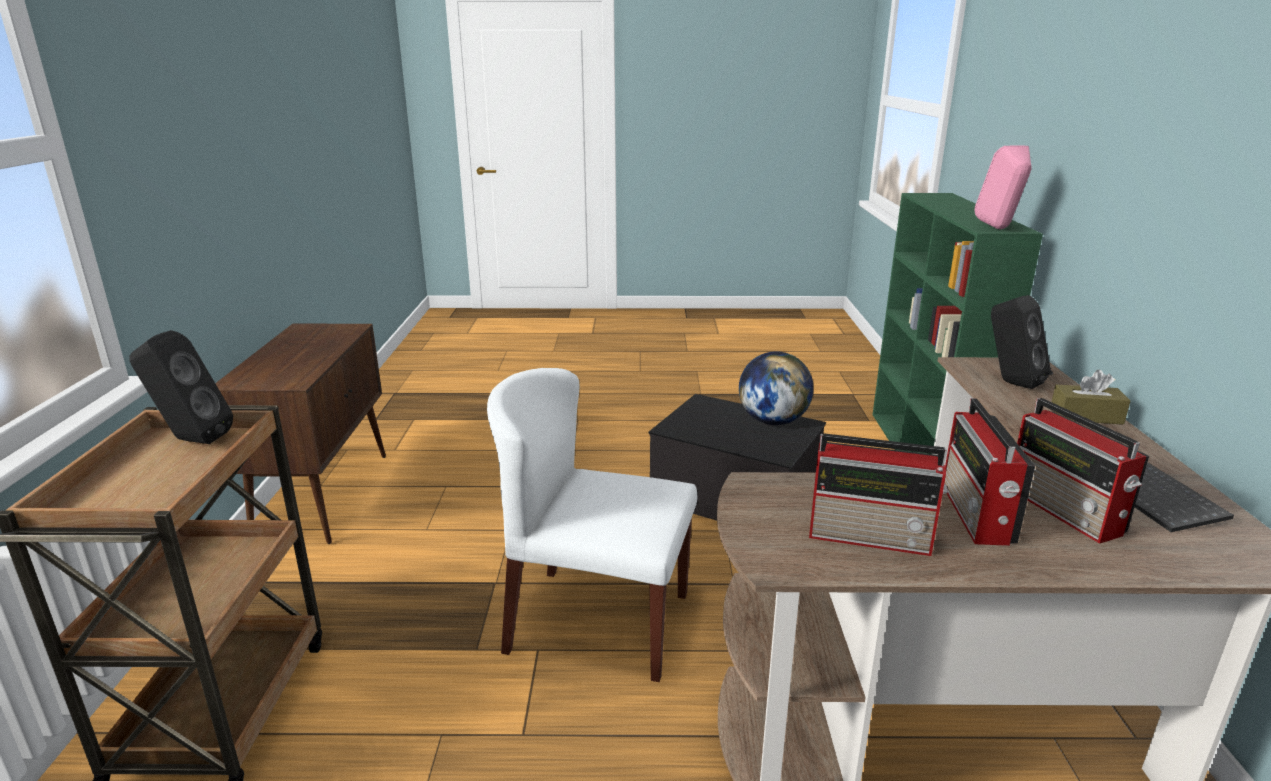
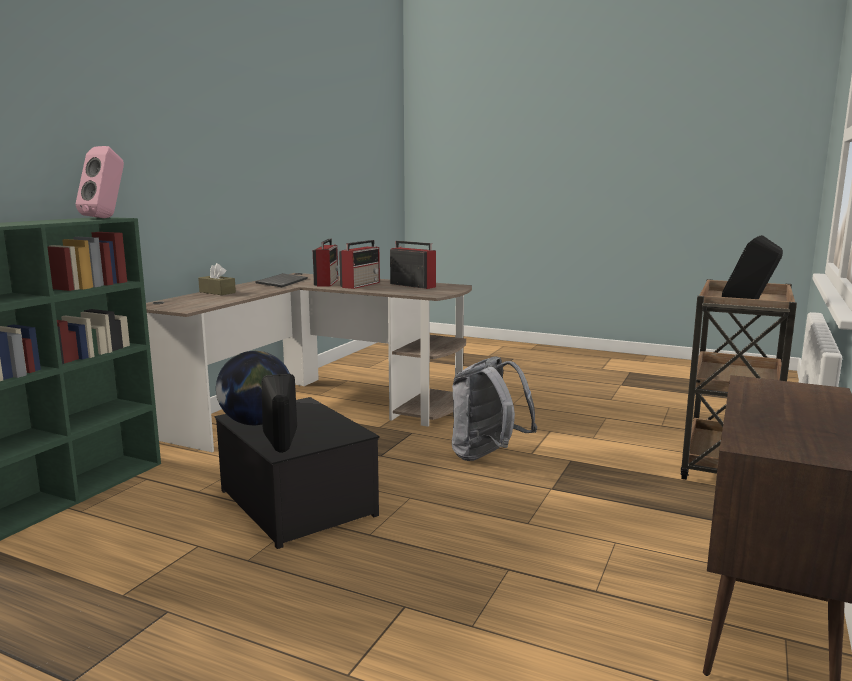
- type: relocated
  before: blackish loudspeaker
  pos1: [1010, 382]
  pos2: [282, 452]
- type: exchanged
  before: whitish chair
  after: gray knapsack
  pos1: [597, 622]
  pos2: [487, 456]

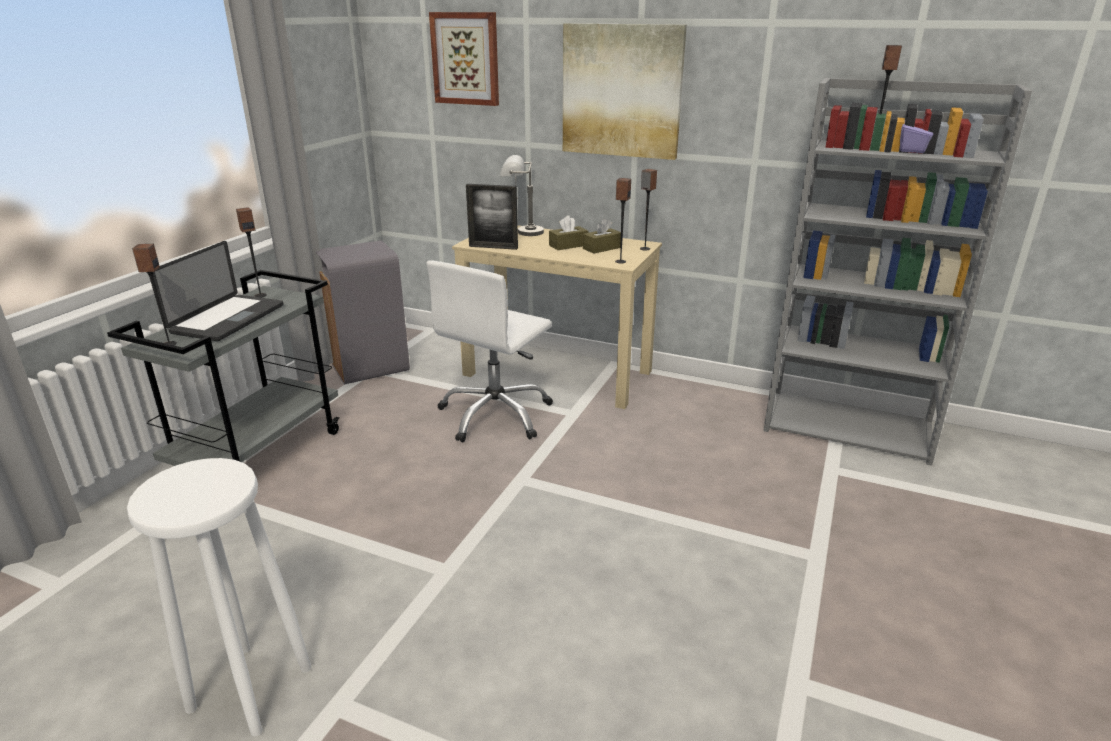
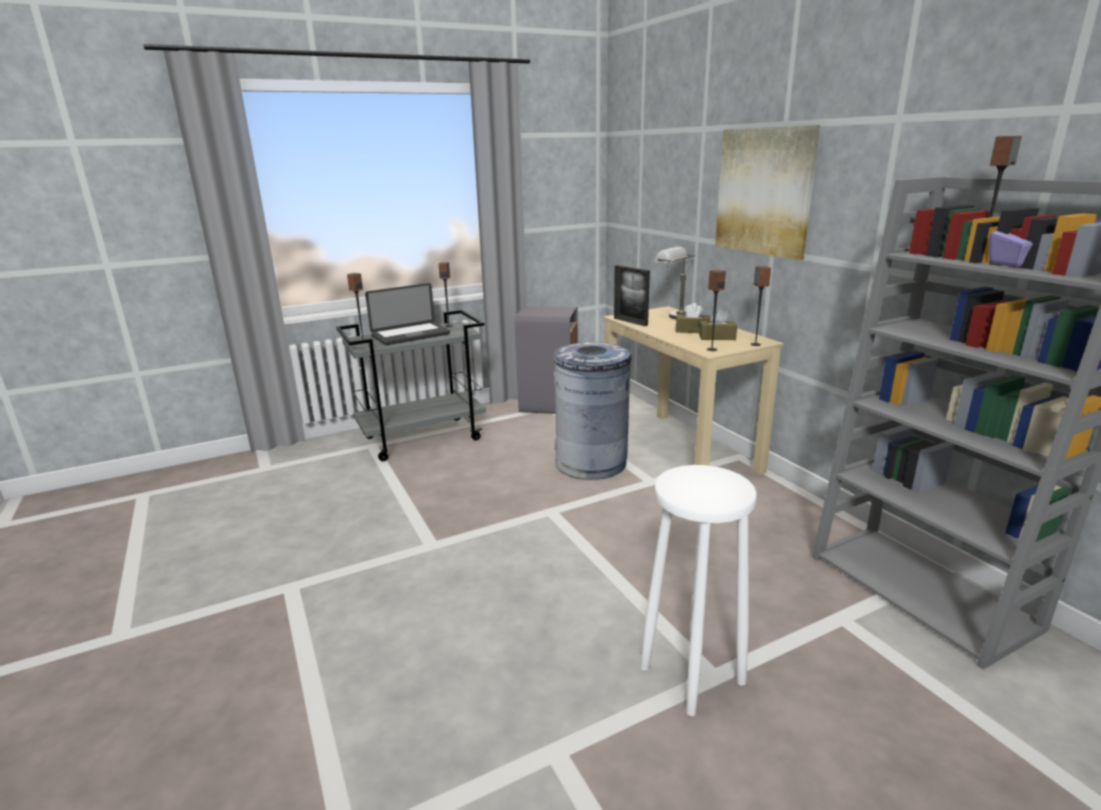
- type: missing
  before: wall picture
  pos1: [466, 59]
- type: relocated
  before: whitish sitting stool
  pos1: [249, 689]
  pos2: [691, 675]
- type: exchanged
  before: whitish office chair
  after: gray trash can
  pos1: [496, 415]
  pos2: [591, 463]

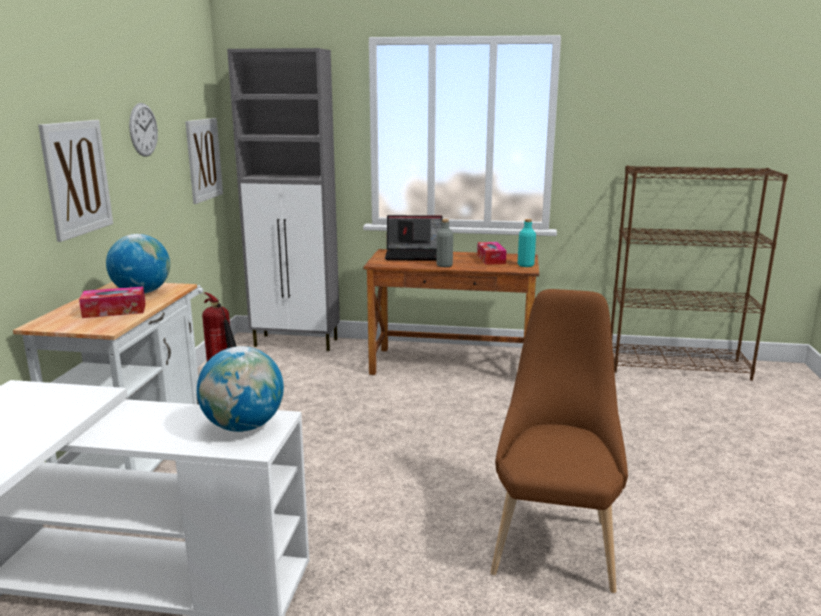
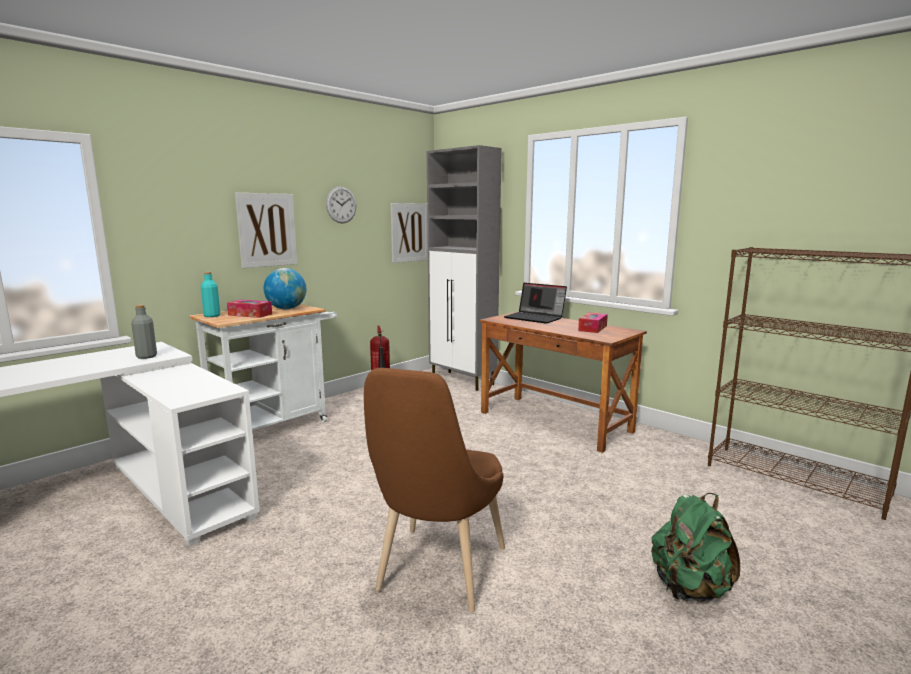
- type: missing
  before: world globe
  pos1: [244, 426]
- type: appeared
  after: greenish knapsack
  pos2: [689, 589]
- type: relocated
  before: gray drink bottle
  pos1: [444, 265]
  pos2: [146, 356]
- type: relocated
  before: turquoise-coloured drink bottle
  pos1: [525, 265]
  pos2: [212, 316]
- type: spun
  before: brown chair
  pos1: [554, 541]
  pos2: [437, 574]
  turn: 150

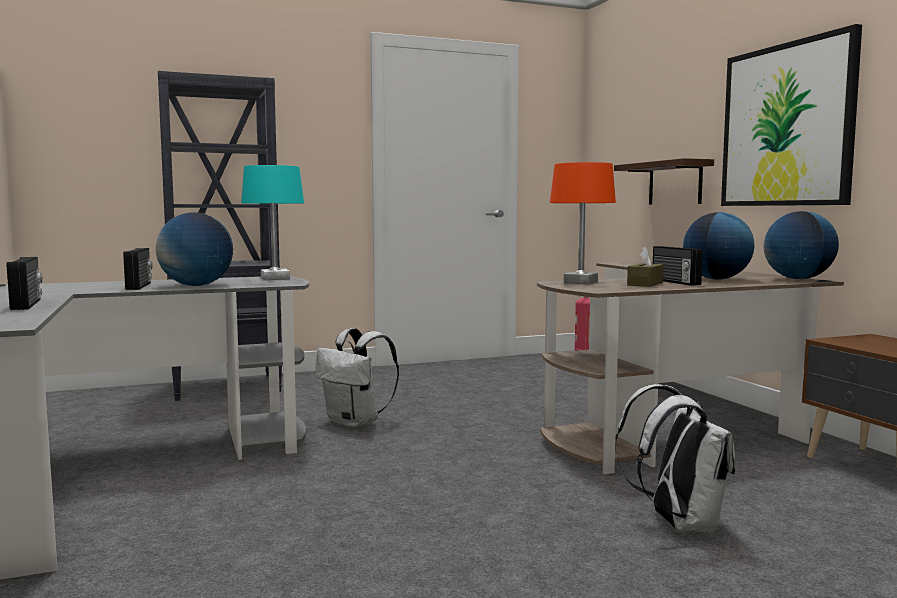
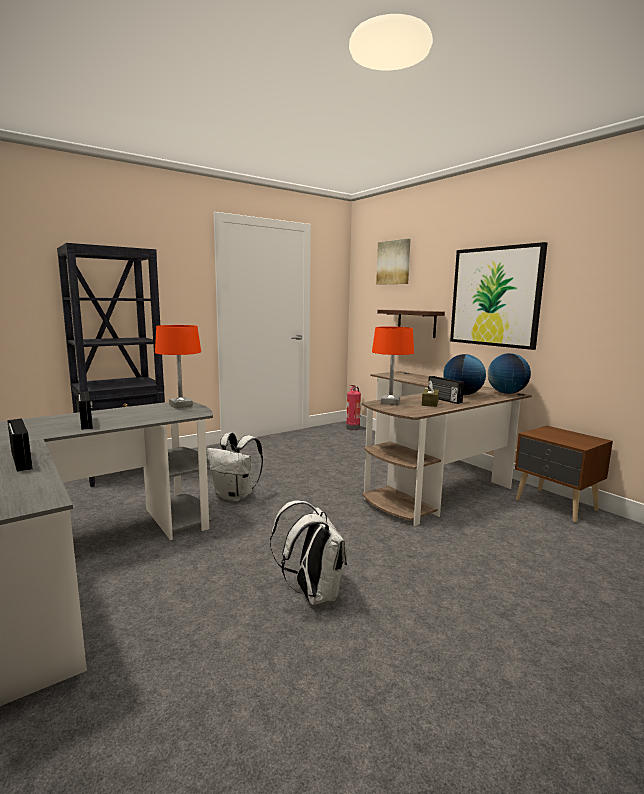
- type: missing
  before: world globe
  pos1: [196, 285]
- type: appeared
  after: wall picture
  pos2: [394, 262]
- type: relocated
  before: whitish knapsack
  pos1: [677, 523]
  pos2: [312, 593]
- type: colour
  before: turquoise-coloured lamp for a table
  after: orange lamp for a table
  pos1: [274, 278]
  pos2: [180, 405]

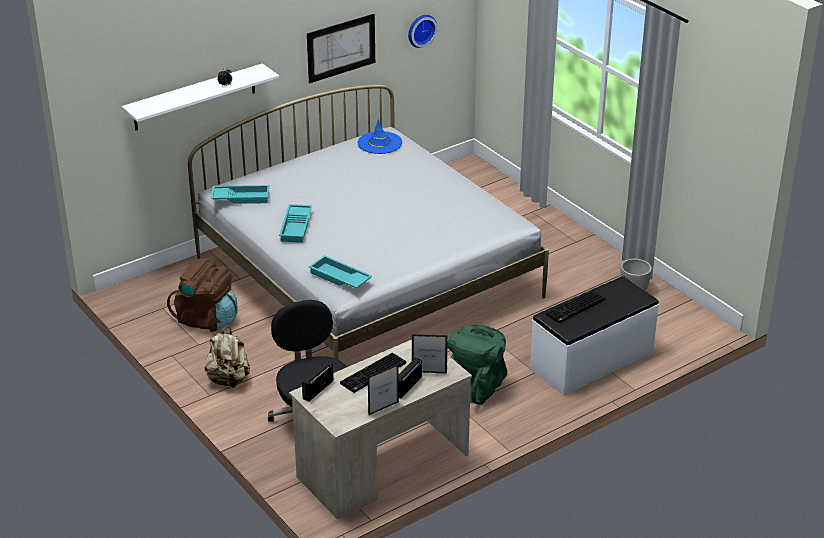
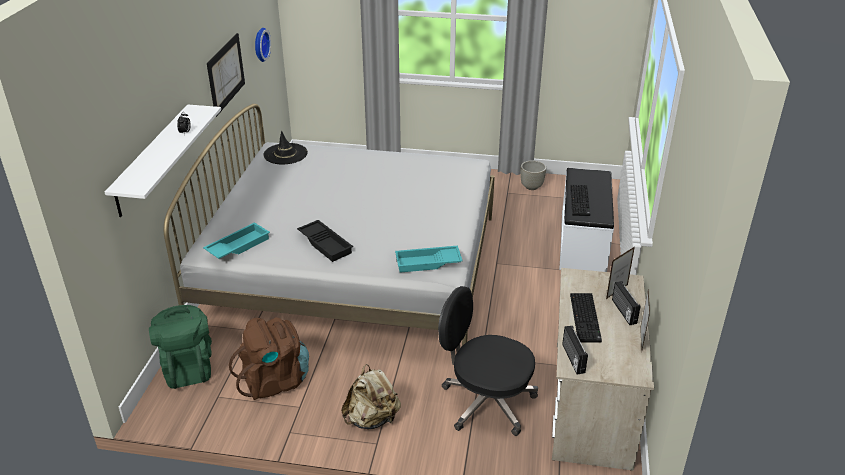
- type: relocated
  before: greenish knapsack
  pos1: [476, 386]
  pos2: [188, 368]
- type: colour
  before: turquoise-coloured tray
  after: blackish tray
  pos1: [297, 227]
  pos2: [326, 244]
- type: colour
  before: bluish wearable hat
  after: blackish wearable hat
  pos1: [380, 143]
  pos2: [285, 154]

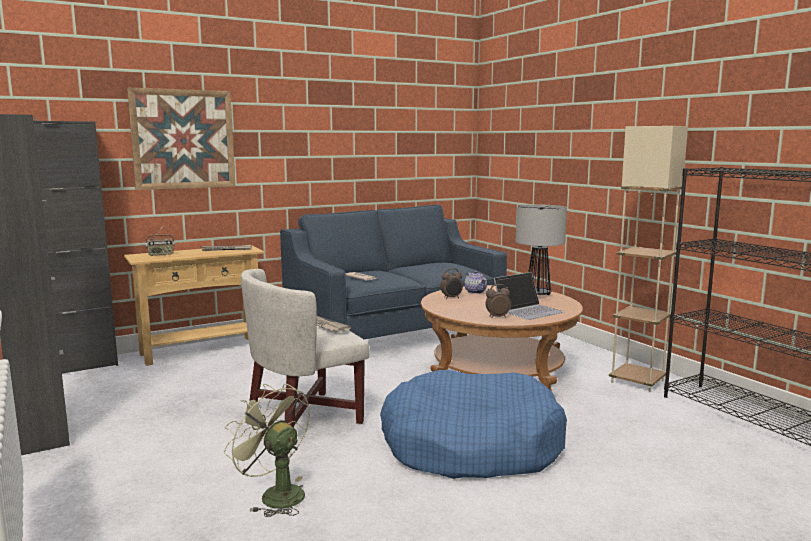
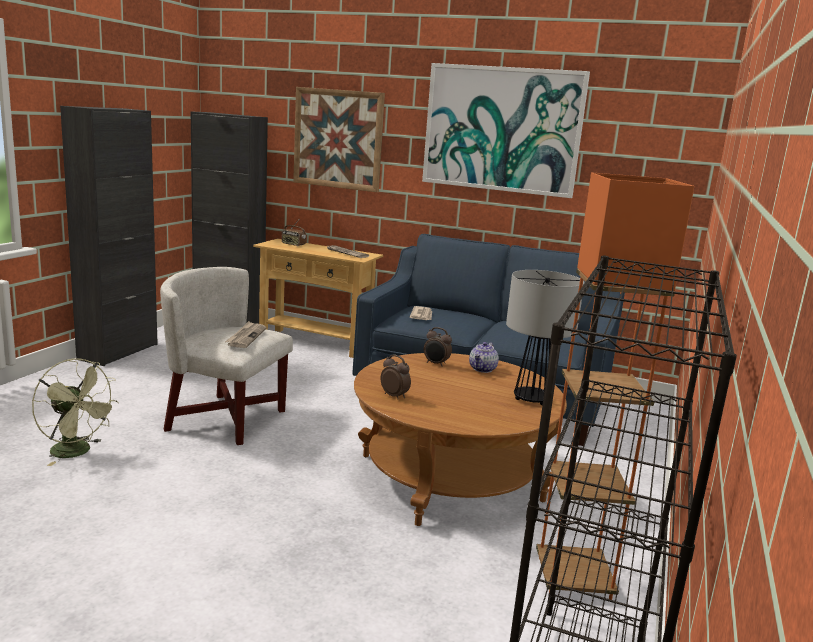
- type: missing
  before: bluish pet bed
  pos1: [471, 445]
- type: missing
  before: laptop
  pos1: [528, 310]
- type: appeared
  after: wall picture
  pos2: [502, 129]
- type: colour
  before: beige standard lamp
  after: orange standard lamp
  pos1: [637, 381]
  pos2: [573, 579]
- type: spun
  before: greenish fan
  pos1: [275, 494]
  pos2: [77, 452]
  turn: 120

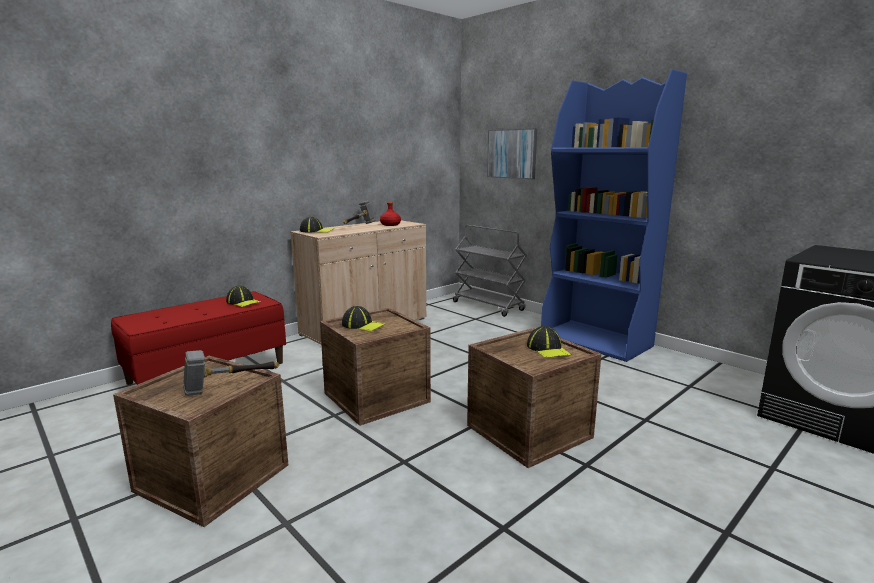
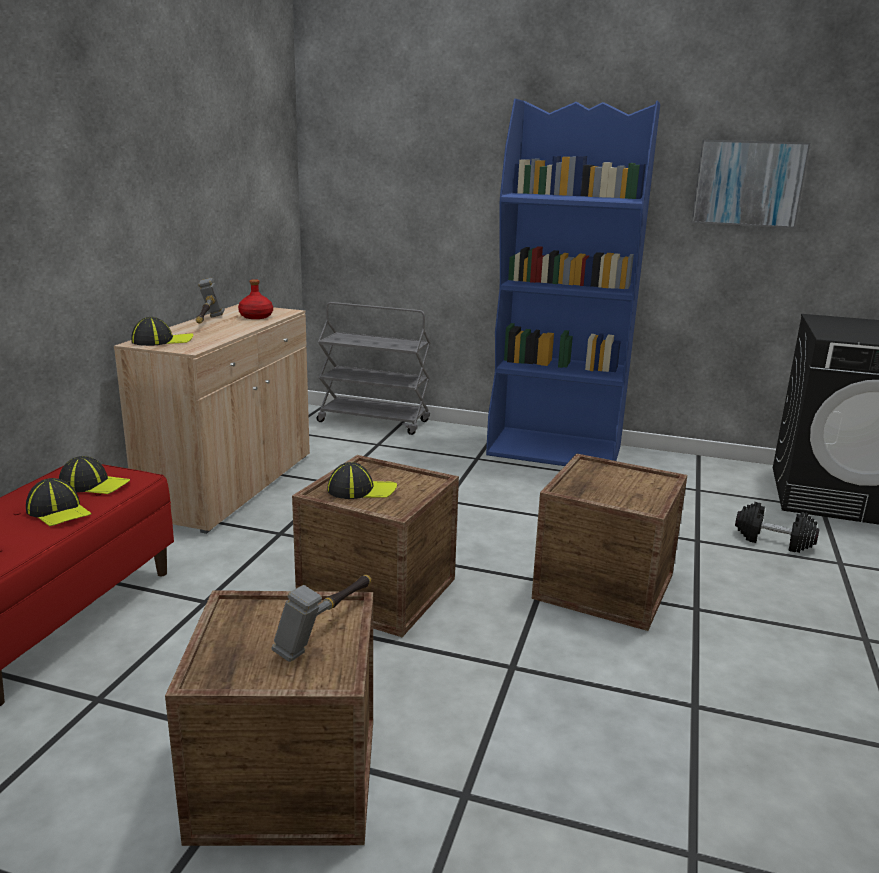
- type: appeared
  after: blackish free weight
  pos2: [773, 540]
- type: relocated
  before: wall picture
  pos1: [512, 154]
  pos2: [748, 183]
- type: relocated
  before: cap
  pos1: [548, 349]
  pos2: [59, 511]

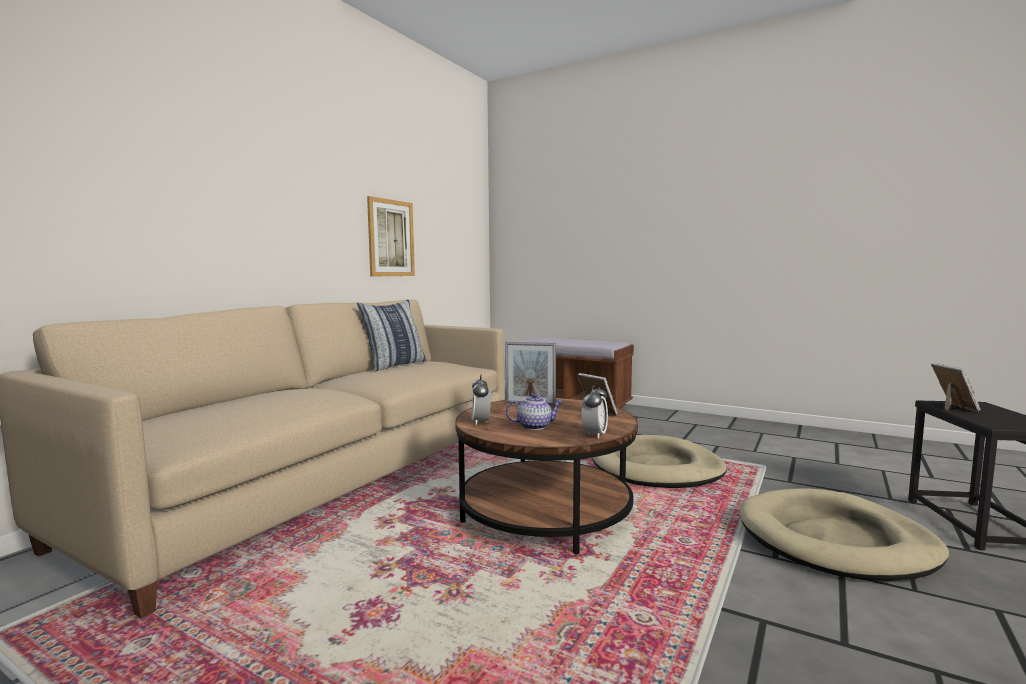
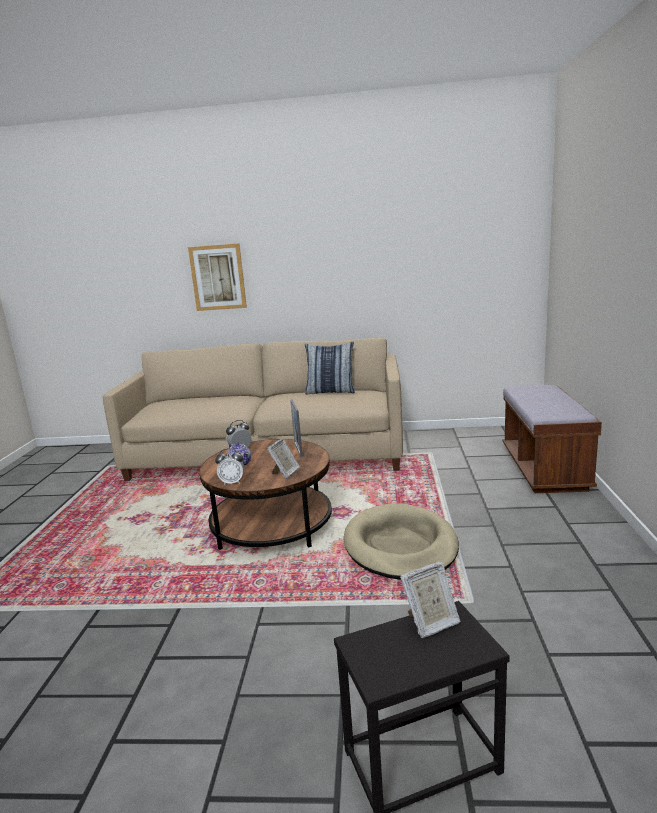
- type: missing
  before: beige pet bed
  pos1: [835, 541]
- type: relocated
  before: wall picture
  pos1: [391, 238]
  pos2: [218, 277]

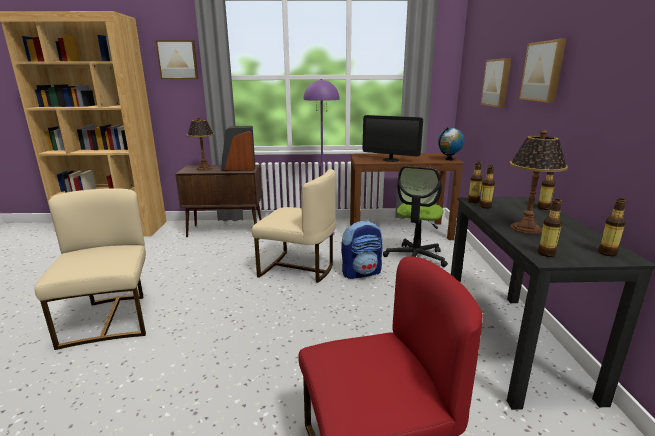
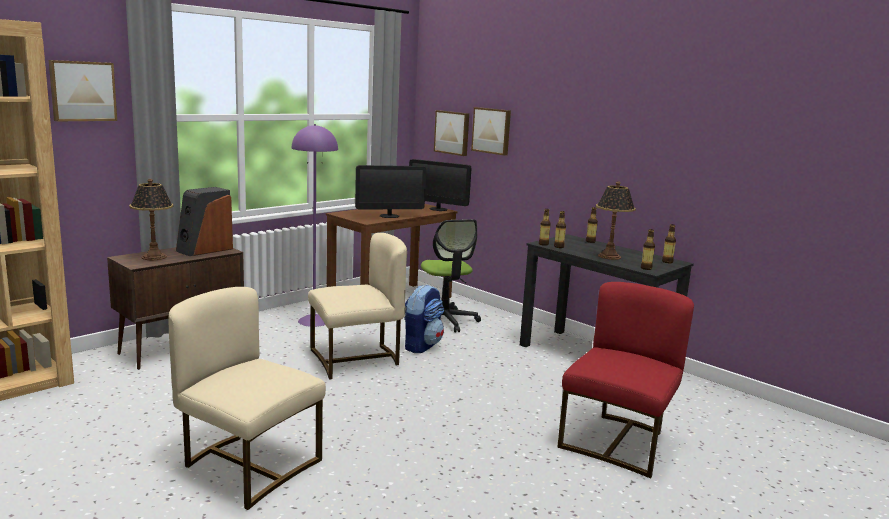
- type: relocated
  before: wall picture
  pos1: [544, 71]
  pos2: [452, 132]
- type: exchanged
  before: world globe
  after: computer display
  pos1: [449, 159]
  pos2: [438, 209]

